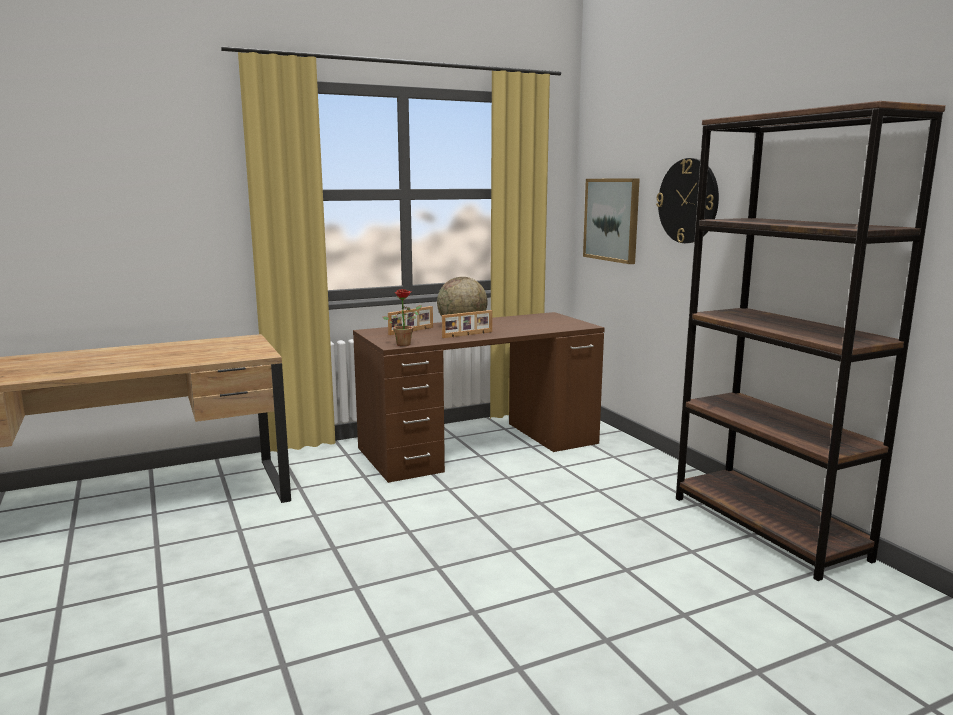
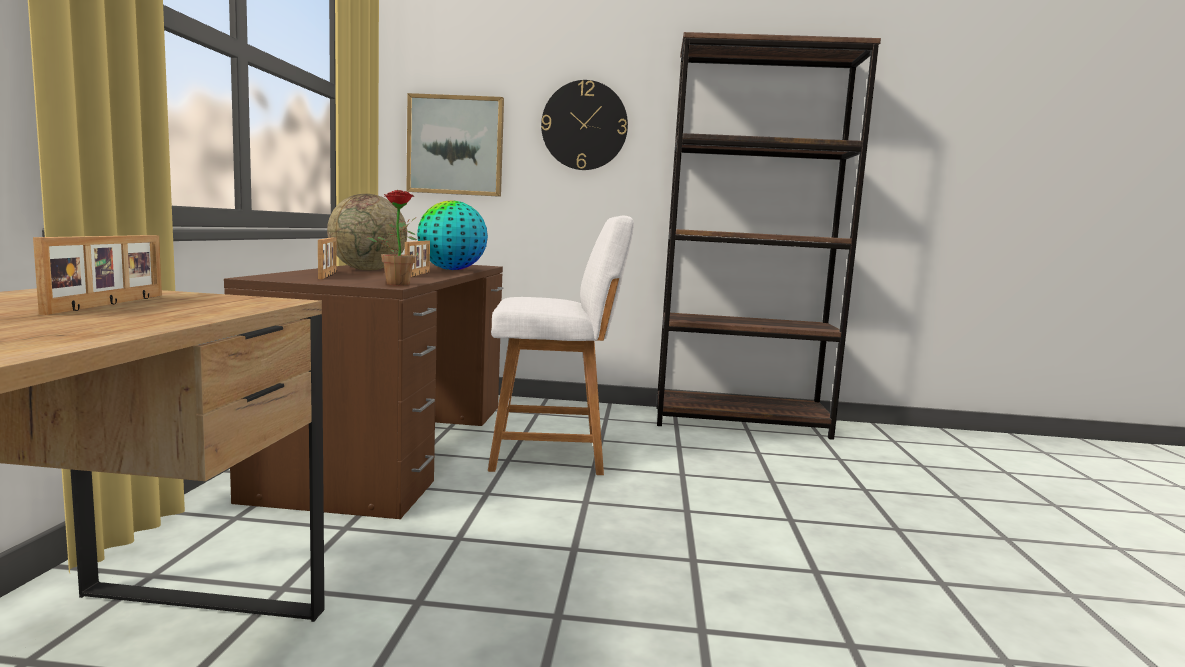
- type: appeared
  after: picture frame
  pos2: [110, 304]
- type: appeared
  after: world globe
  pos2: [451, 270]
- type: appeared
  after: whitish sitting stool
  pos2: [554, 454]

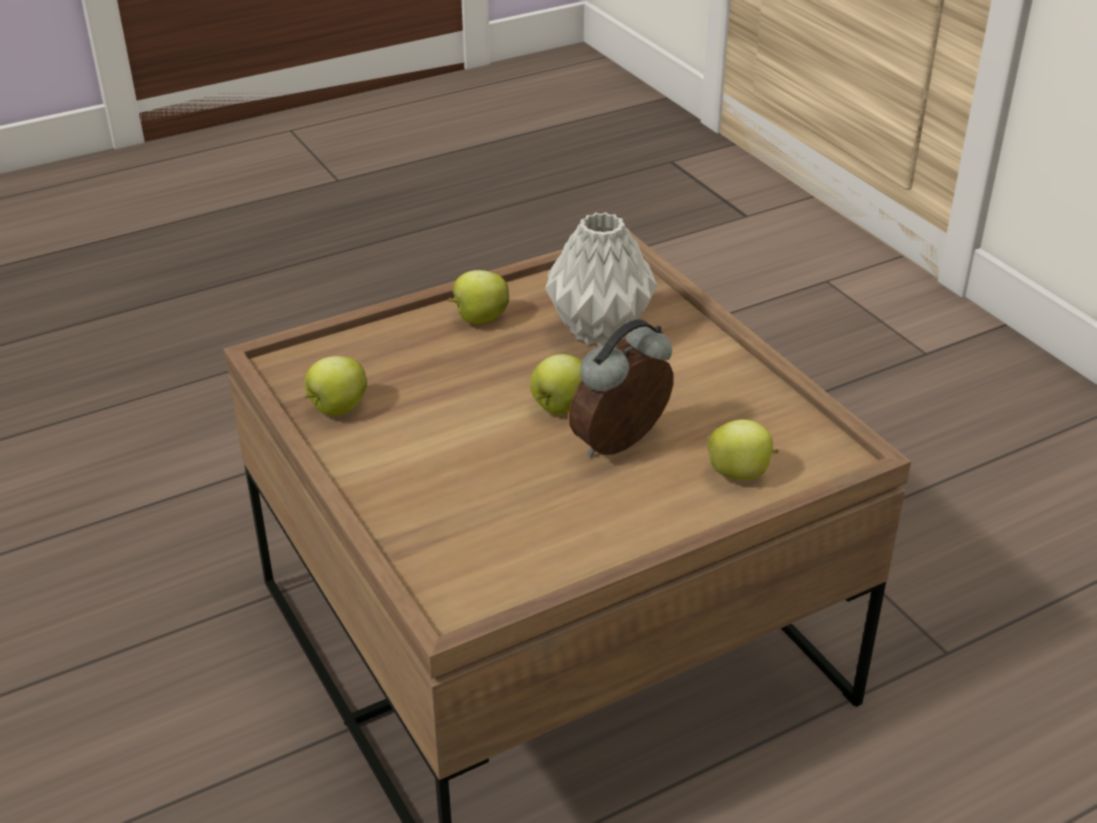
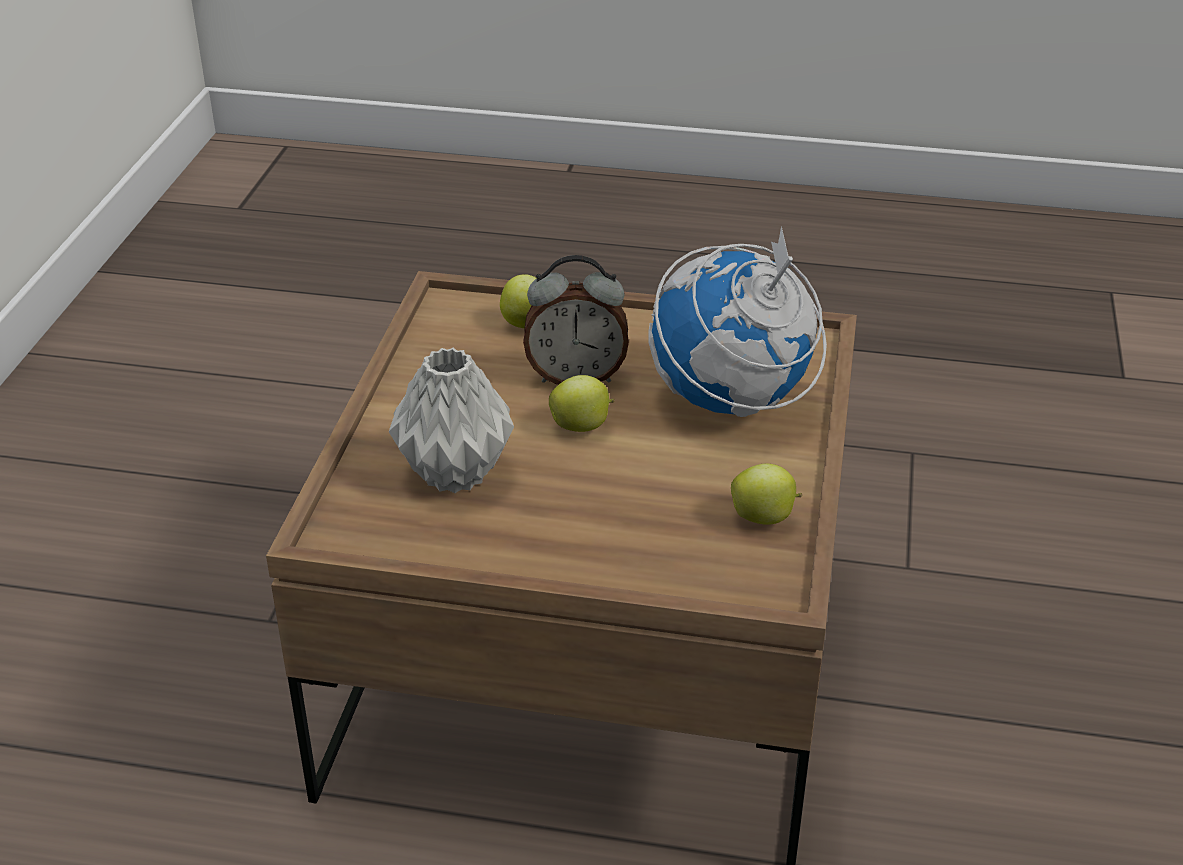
- type: missing
  before: apple fruit
  pos1: [479, 319]
- type: appeared
  after: world globe
  pos2: [730, 401]

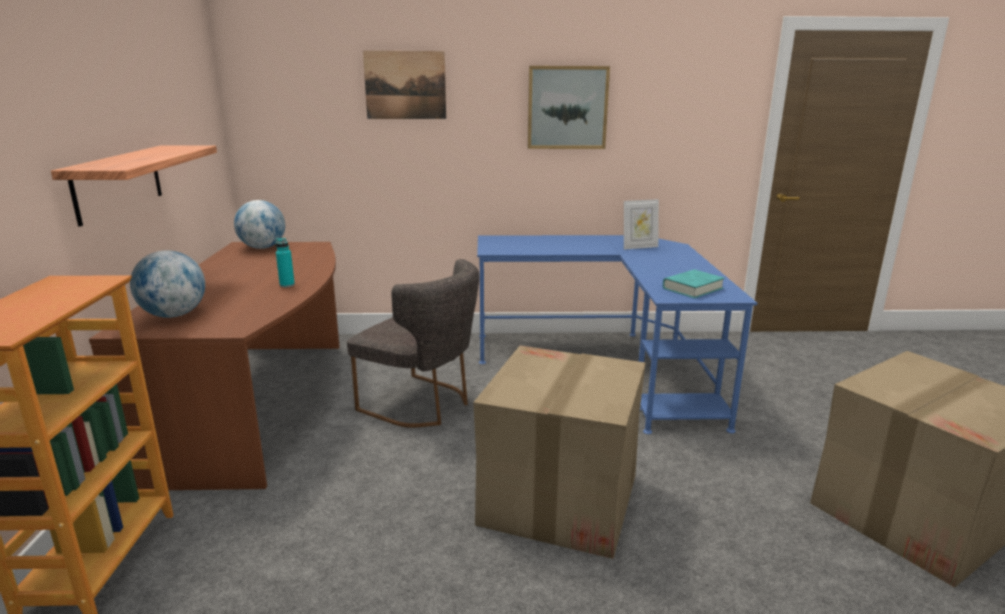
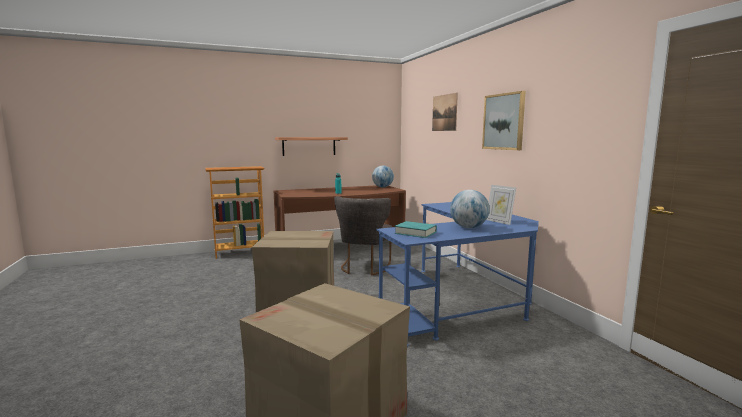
- type: relocated
  before: world globe
  pos1: [174, 315]
  pos2: [468, 227]

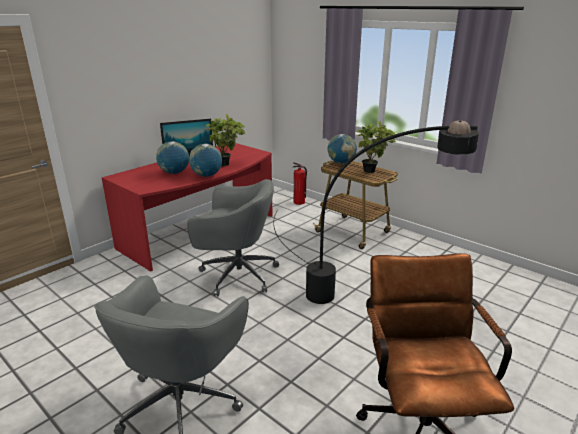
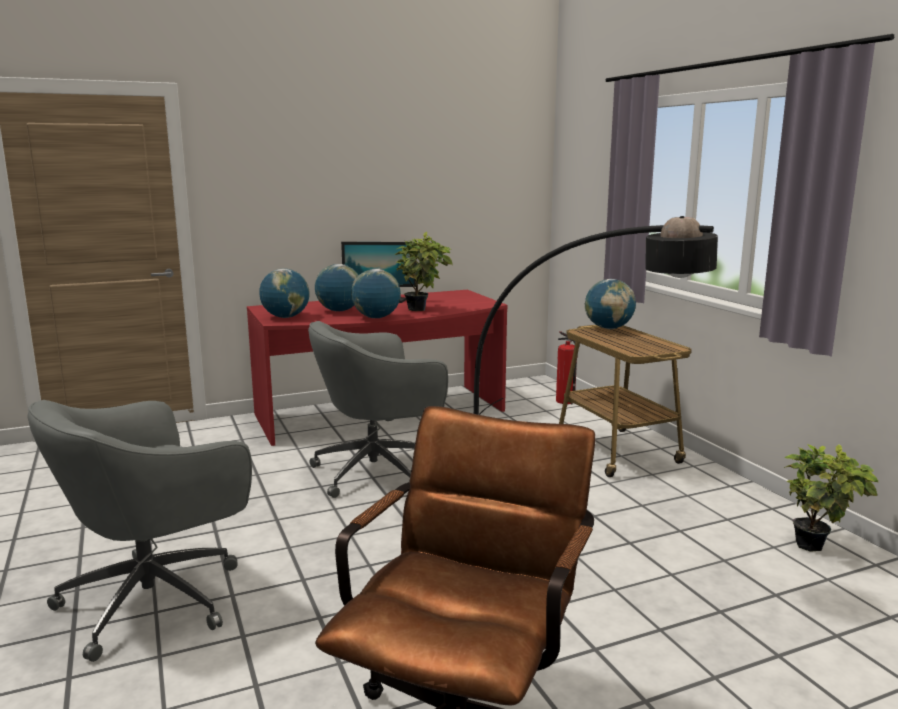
- type: appeared
  after: world globe
  pos2: [286, 317]
- type: relocated
  before: potted plant
  pos1: [372, 171]
  pos2: [817, 548]
- type: spun
  before: gray office chair
  pos1: [236, 274]
  pos2: [378, 471]
  turn: 120

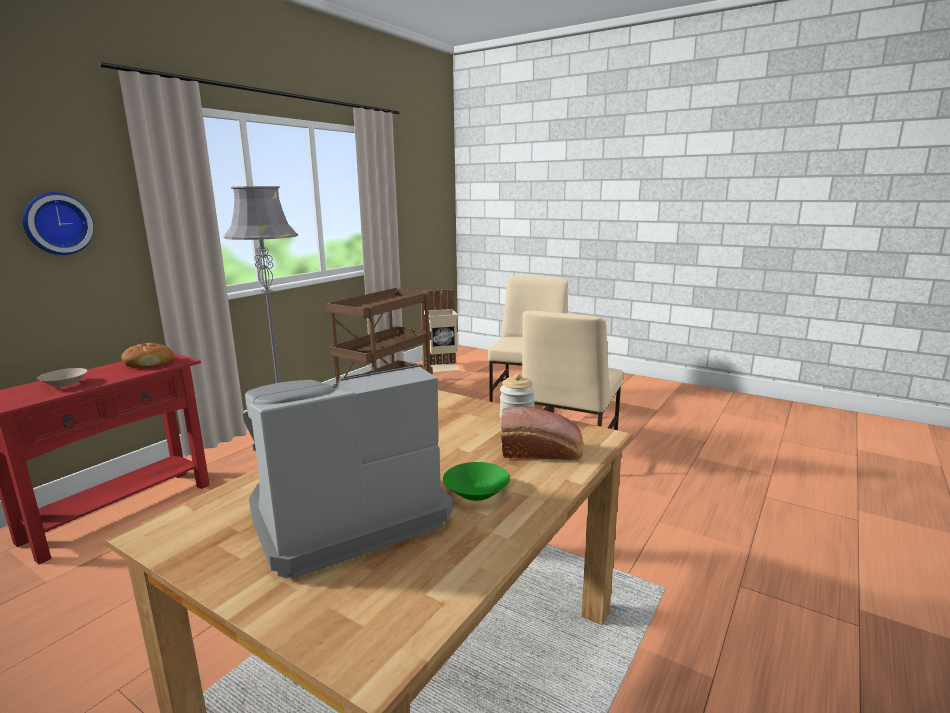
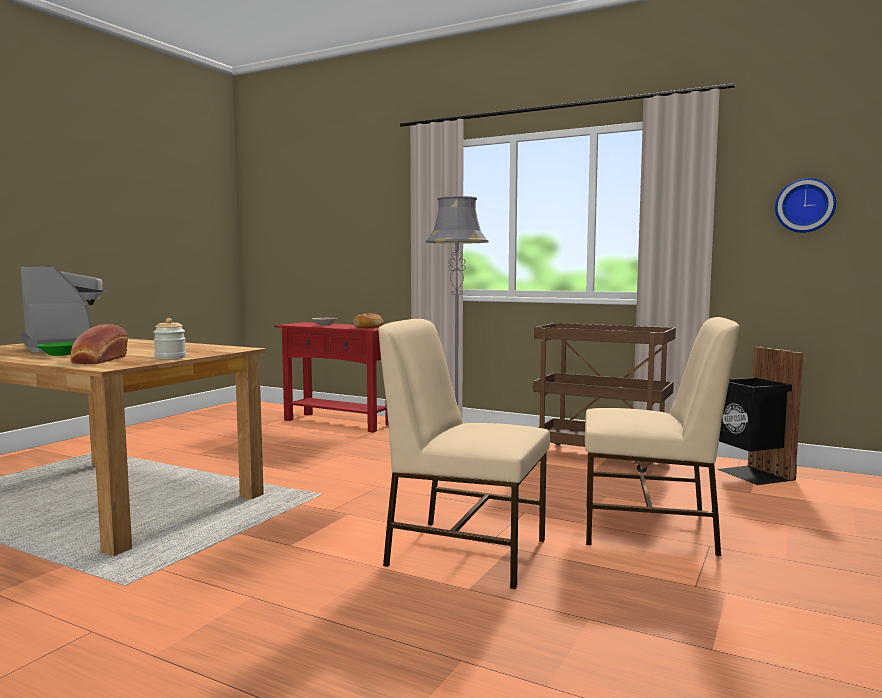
- type: relocated
  before: wall clock
  pos1: [57, 223]
  pos2: [805, 205]
- type: colour
  before: beige trash can
  after: blackish trash can
  pos1: [442, 367]
  pos2: [753, 475]

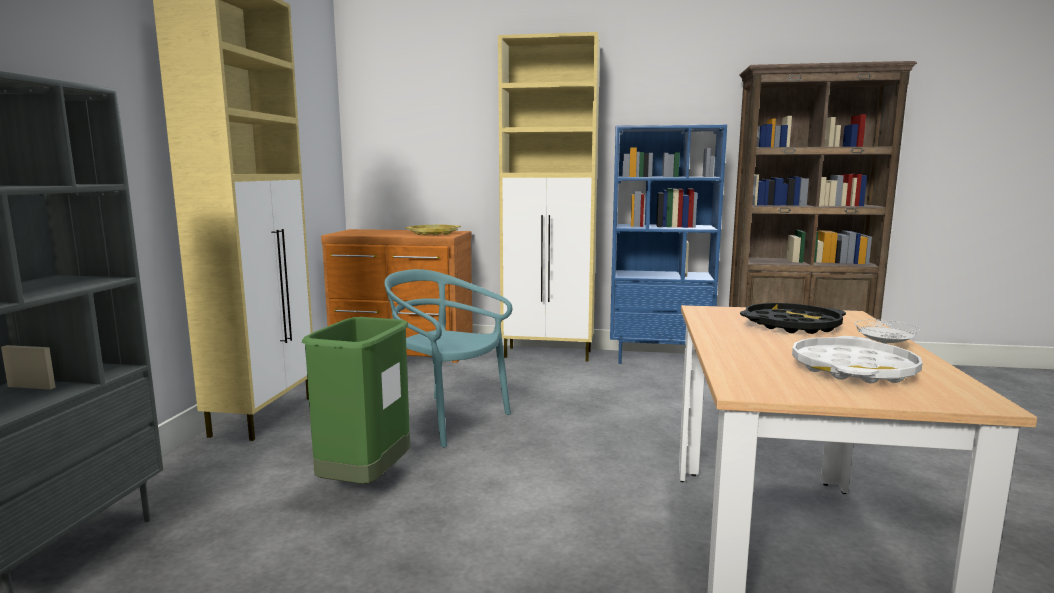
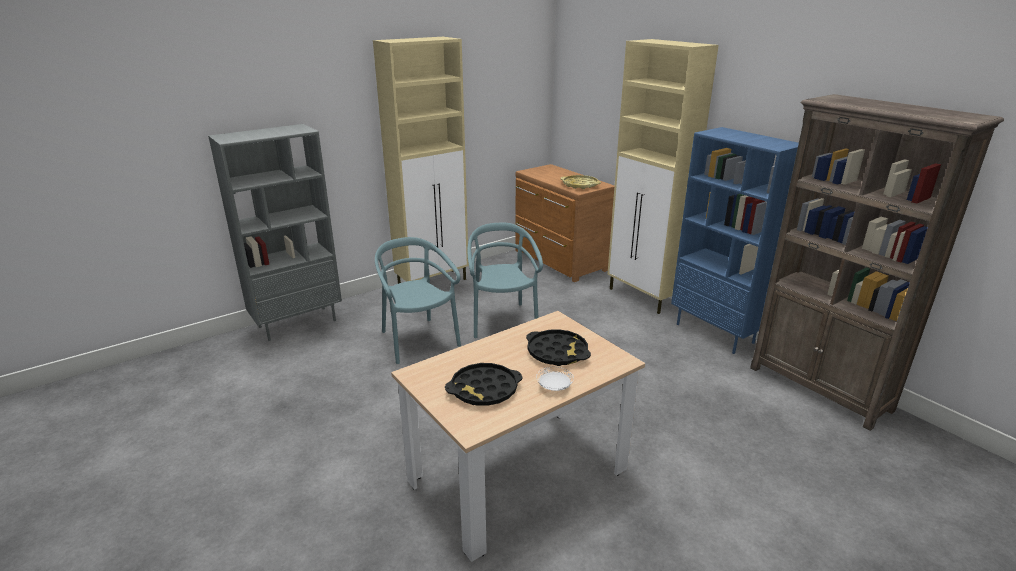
- type: exchanged
  before: greenish trash can
  after: turquoise-coloured chair
  pos1: [365, 482]
  pos2: [418, 340]
- type: colour
  before: whitish tray
  after: blackish tray
  pos1: [853, 369]
  pos2: [484, 389]

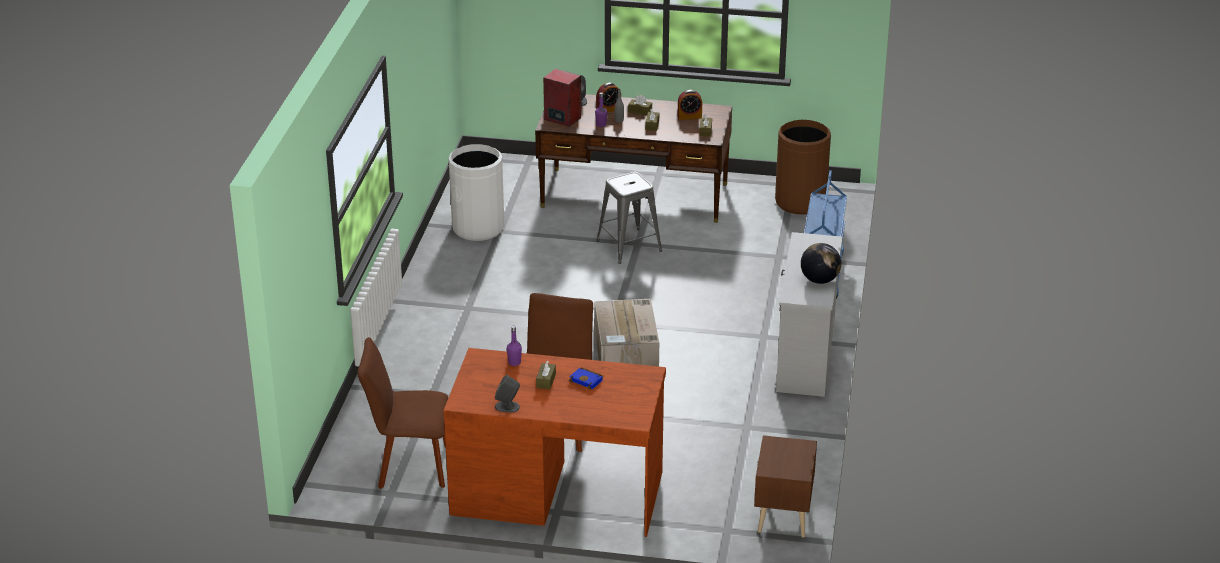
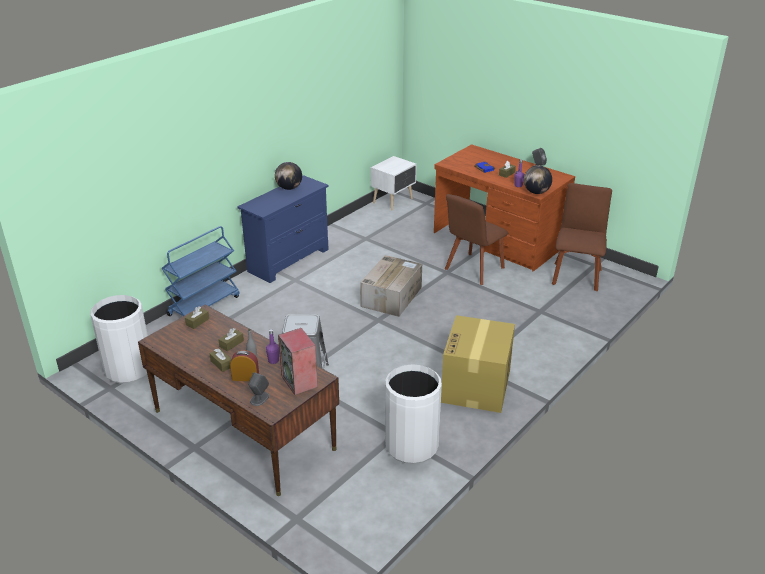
- type: missing
  before: alarm clock
  pos1: [689, 116]
- type: appeared
  after: packing box
  pos2: [476, 387]
- type: appeared
  after: world globe
  pos2: [536, 192]
- type: colour
  before: brown nightstand
  after: whitish nightstand
  pos1: [782, 516]
  pos2: [394, 201]
- type: colour
  before: brown trash can
  after: whitish trash can
  pos1: [800, 202]
  pos2: [129, 369]
- type: colour
  before: whitish drawer chest
  after: bluish drawer chest
  pos1: [805, 359]
  pos2: [289, 260]
- type: spun
  before: brown chair
  pos1: [409, 466]
  pos2: [576, 275]
  turn: -105

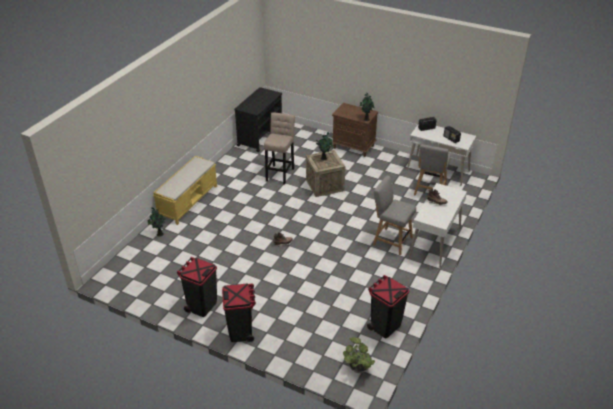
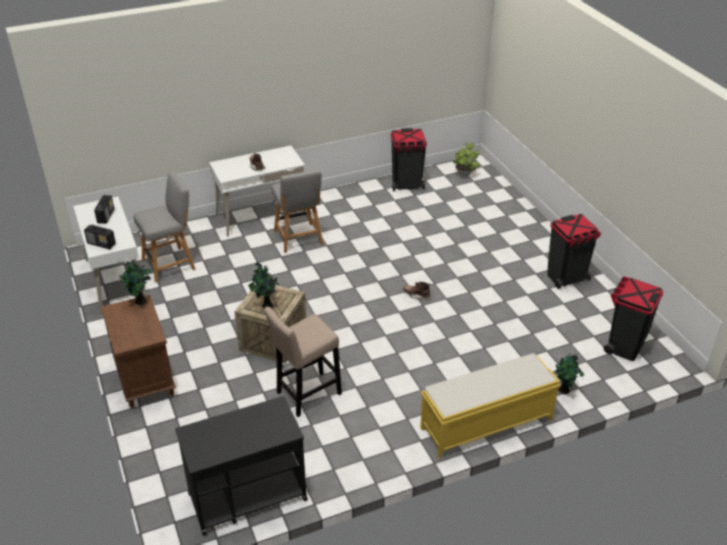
- type: relocated
  before: blackish trash can
  pos1: [241, 331]
  pos2: [624, 346]

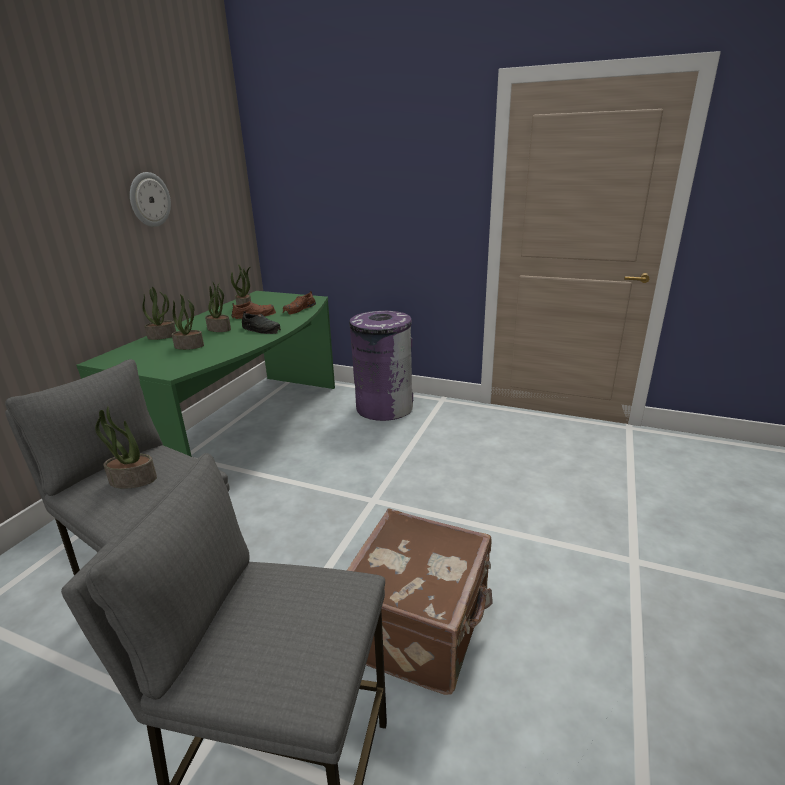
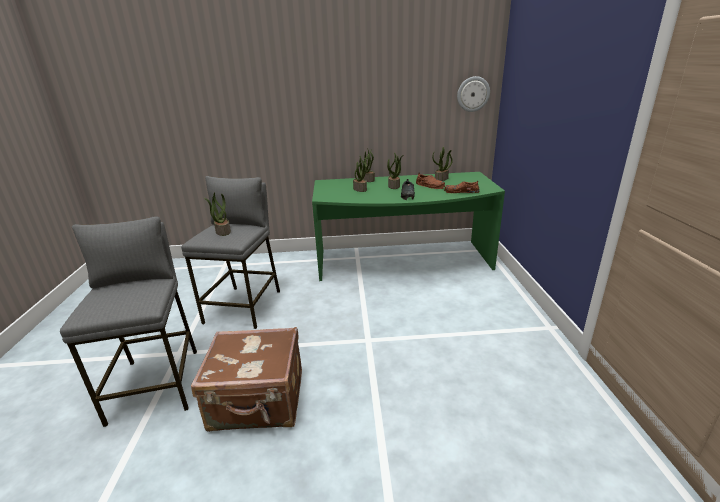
- type: missing
  before: purple trash can
  pos1: [384, 407]
- type: relocated
  before: wall clock
  pos1: [149, 199]
  pos2: [473, 94]

